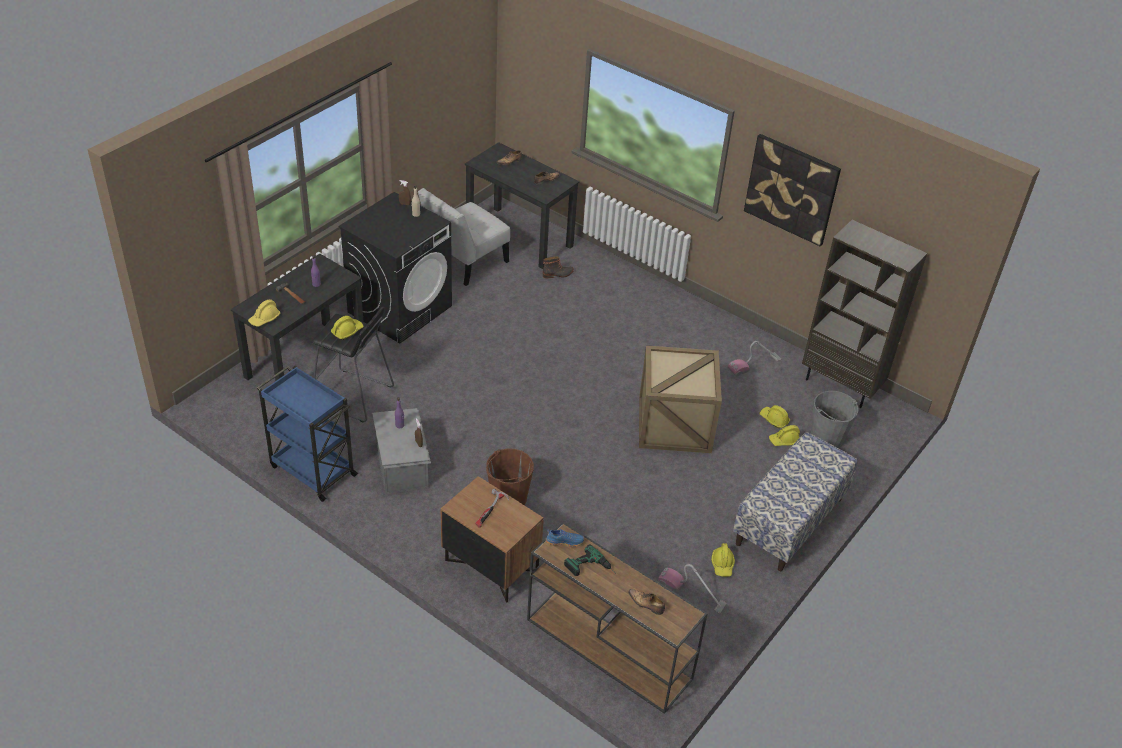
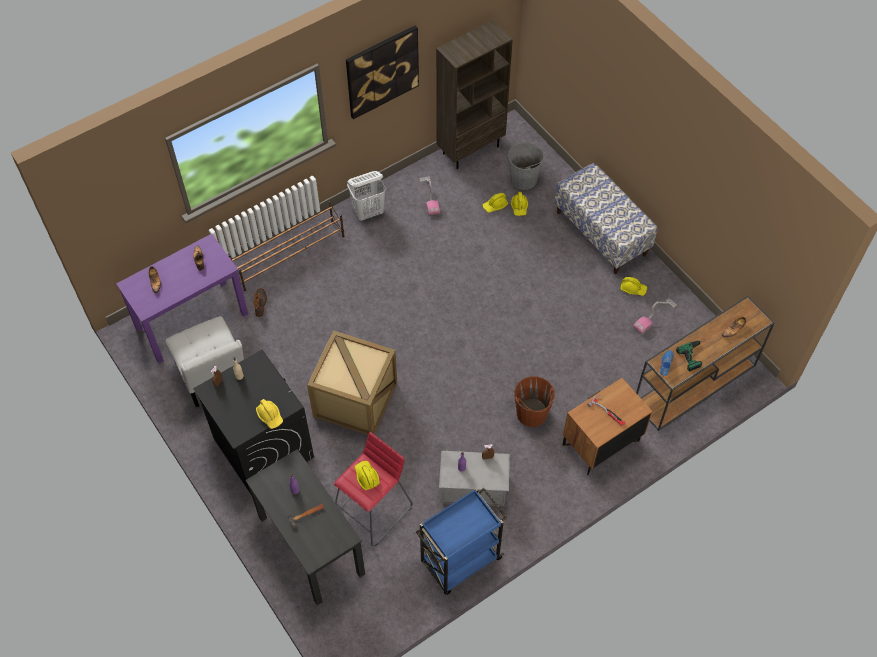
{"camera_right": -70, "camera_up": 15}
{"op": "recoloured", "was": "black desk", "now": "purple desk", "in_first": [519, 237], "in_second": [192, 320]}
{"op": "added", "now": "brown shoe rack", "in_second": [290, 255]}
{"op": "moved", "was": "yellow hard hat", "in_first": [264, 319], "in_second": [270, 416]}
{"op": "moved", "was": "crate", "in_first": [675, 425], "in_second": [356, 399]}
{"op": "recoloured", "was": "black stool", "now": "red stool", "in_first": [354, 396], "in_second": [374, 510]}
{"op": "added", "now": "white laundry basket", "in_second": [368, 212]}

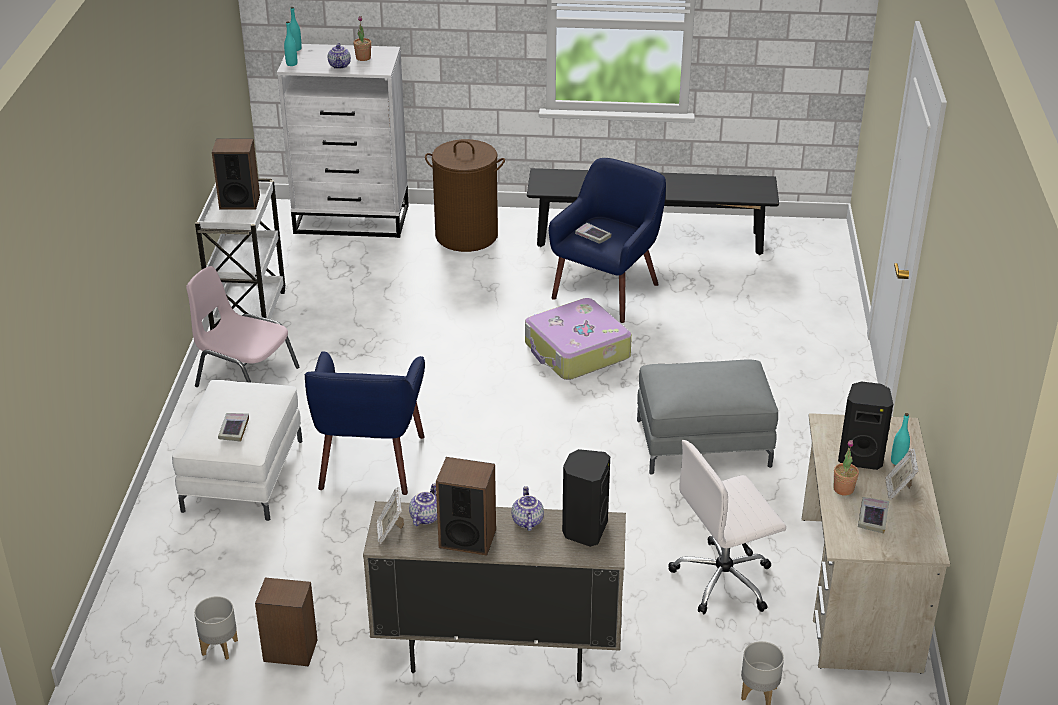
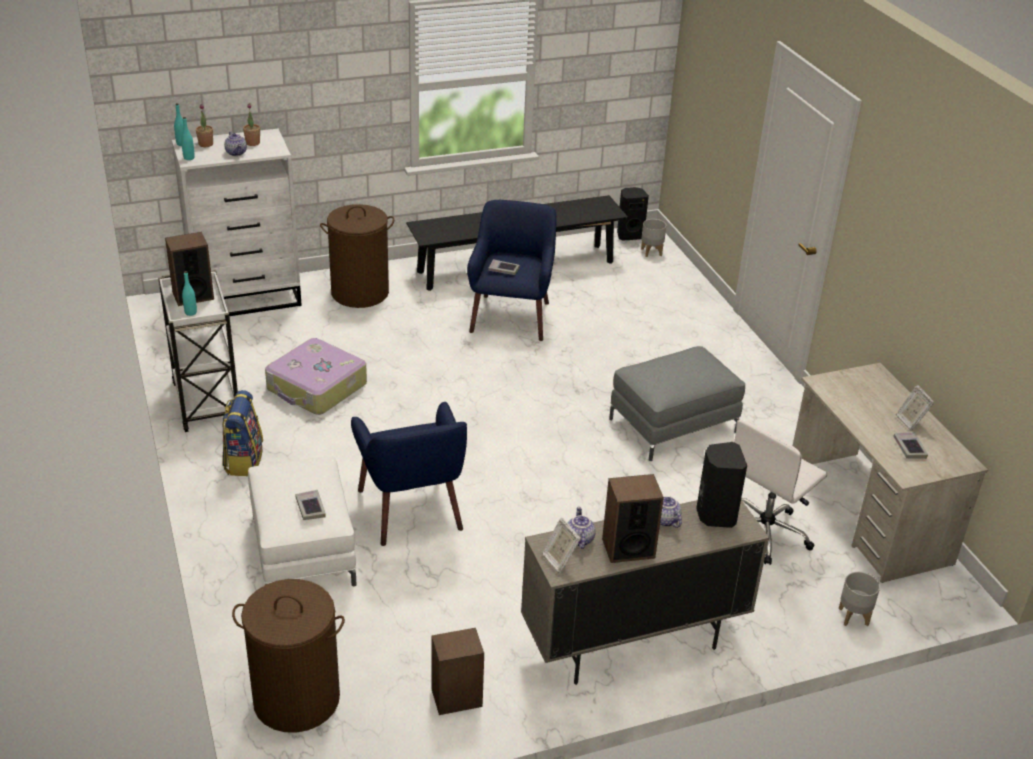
{"camera_right": -25, "camera_up": 0}
{"op": "moved", "was": "turquoise bottle", "in_first": [898, 461], "in_second": [190, 312]}
{"op": "moved", "was": "potted plant", "in_first": [843, 489], "in_second": [206, 144]}
{"op": "replaced", "was": "pink chair", "now": "backpack", "in_first": [245, 377], "in_second": [243, 460]}
{"op": "added", "now": "brown laundry basket", "in_second": [296, 700]}
{"op": "moved", "was": "suitcase", "in_first": [576, 351], "in_second": [316, 388]}
{"op": "moved", "was": "black speaker", "in_first": [860, 457], "in_second": [629, 235]}
{"op": "moved", "was": "grey planter", "in_first": [219, 647], "in_second": [651, 252]}

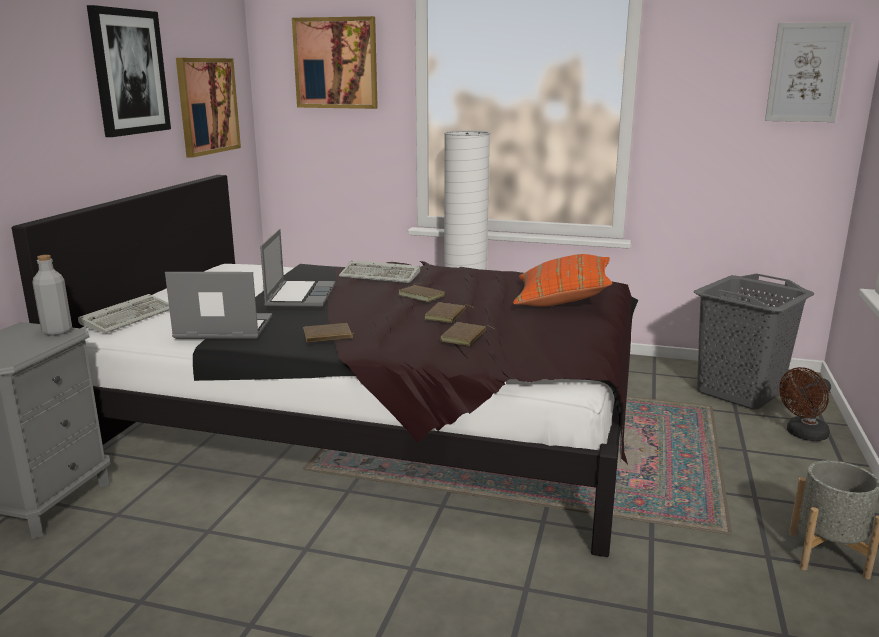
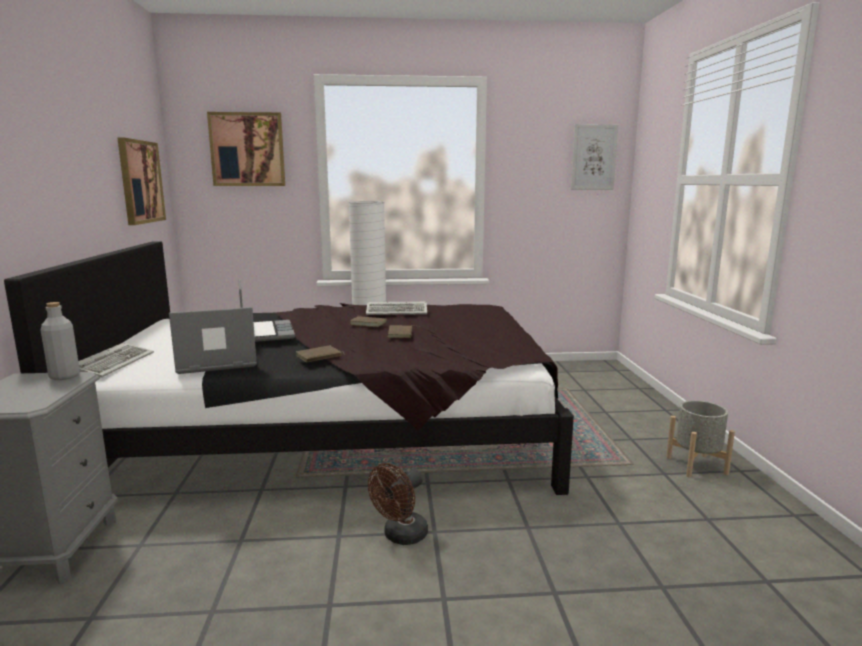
{"camera_right": -20, "camera_up": -5}
{"op": "moved", "was": "keyboard", "in_first": [382, 276], "in_second": [398, 311]}
{"op": "moved", "was": "brown fan", "in_first": [803, 435], "in_second": [401, 536]}
{"op": "removed", "was": "picture", "in_first": [129, 72]}
{"op": "removed", "was": "brown book", "in_first": [464, 337]}
{"op": "removed", "was": "orange pillow", "in_first": [562, 300]}
{"op": "removed", "was": "grey laundry basket", "in_first": [740, 392]}

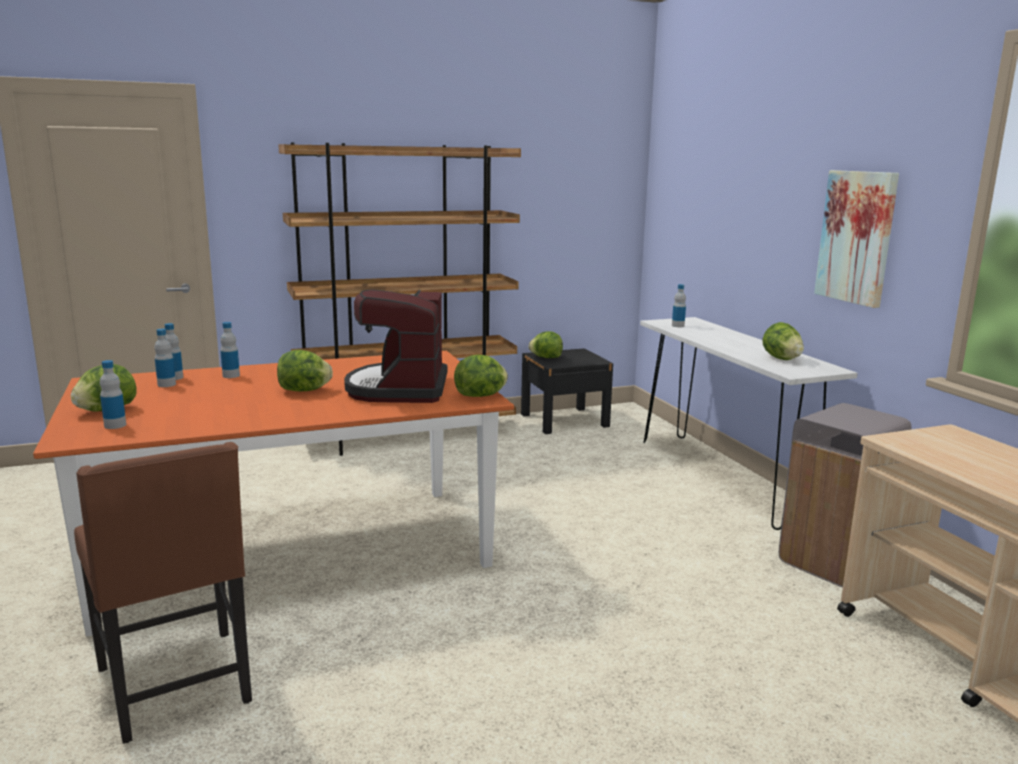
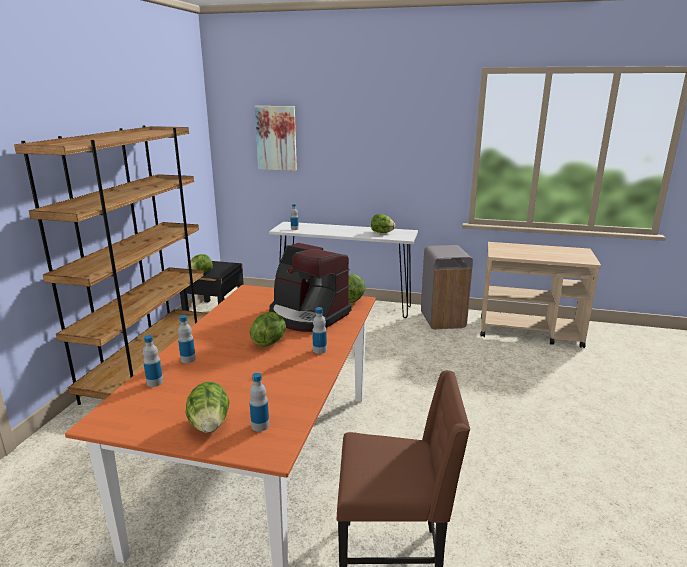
{"camera_right": -55, "camera_up": 5}
{"op": "moved", "was": "picture", "in_first": [856, 237], "in_second": [276, 138]}
{"op": "moved", "was": "bottle", "in_first": [166, 384], "in_second": [319, 350]}

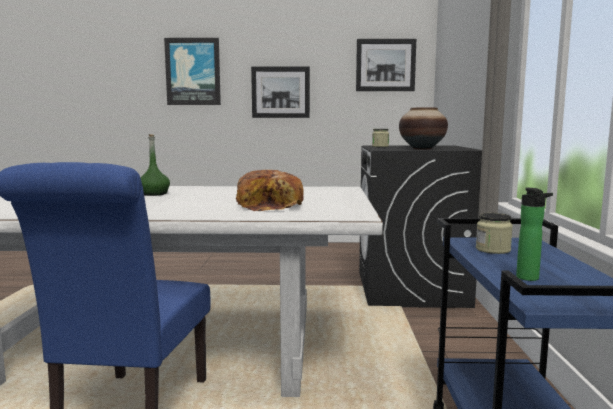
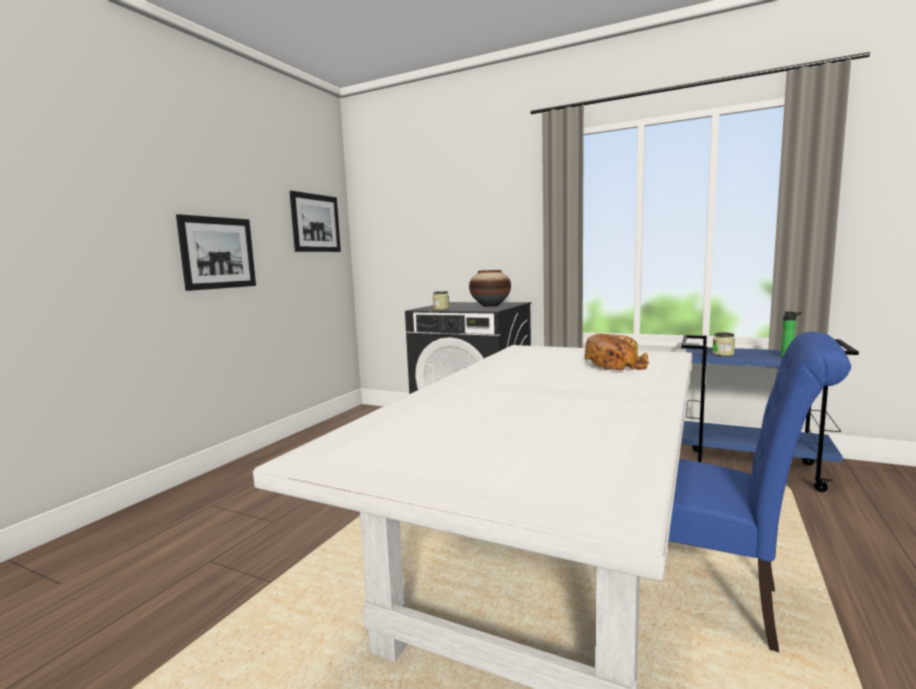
{"camera_right": -65, "camera_up": 0}
{"op": "removed", "was": "green bottle", "in_first": [154, 194]}
{"op": "removed", "was": "picture", "in_first": [193, 72]}

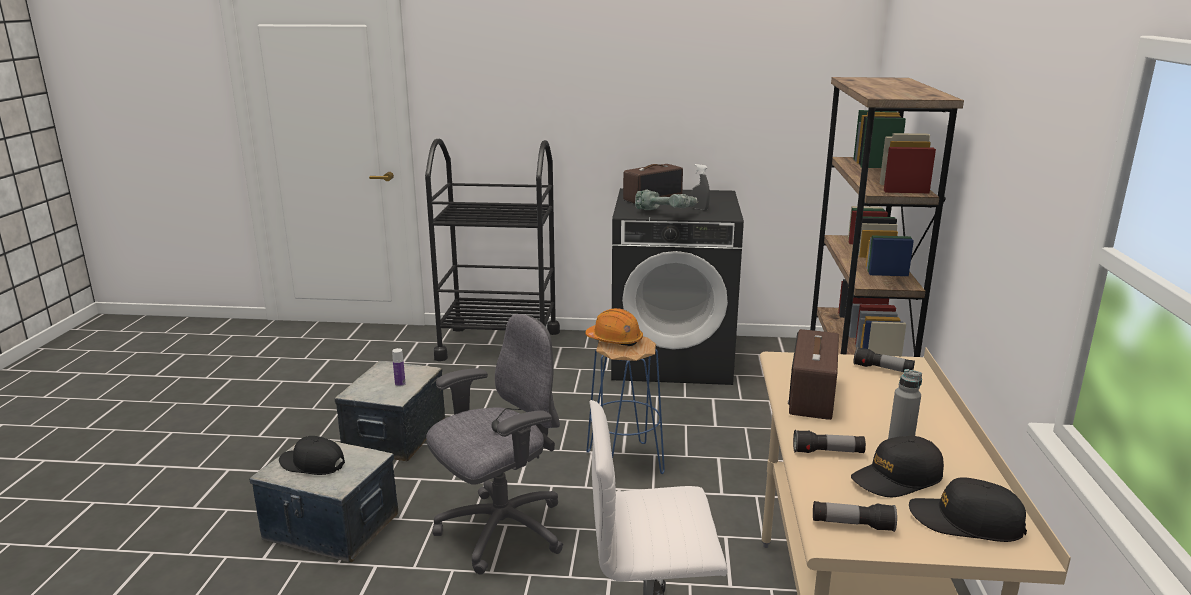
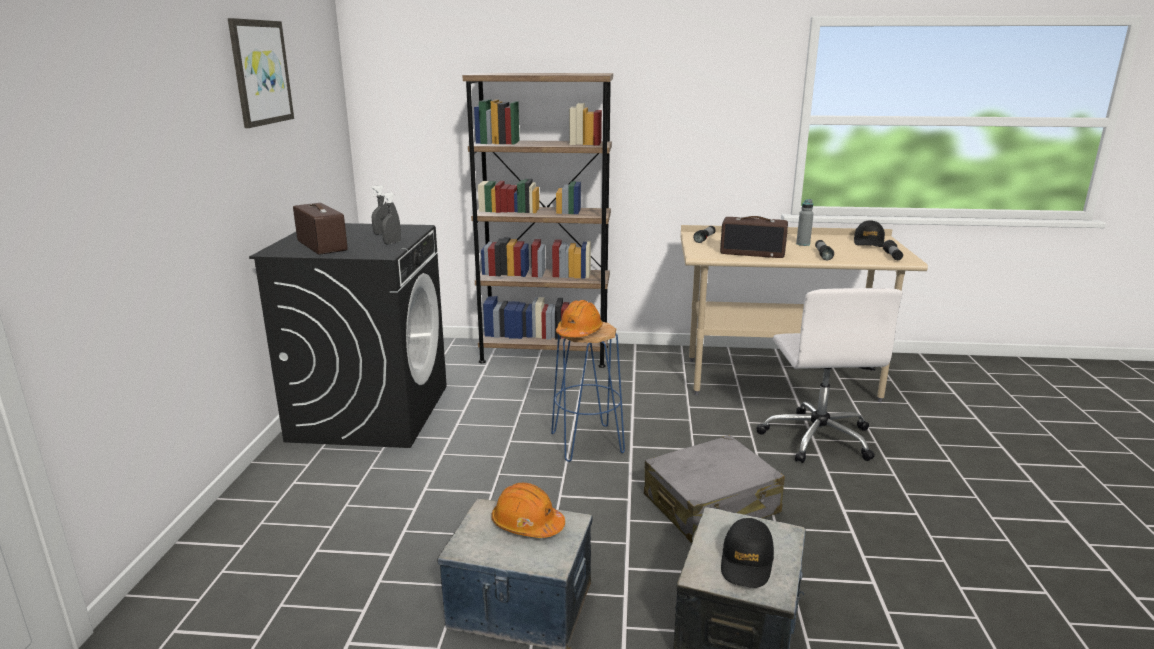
{"camera_right": -90, "camera_up": 0}
{"op": "added", "now": "picture", "in_second": [260, 72]}
{"op": "replaced", "was": "power drill", "now": "grey spray bottle", "in_first": [666, 213], "in_second": [392, 243]}
{"op": "replaced", "was": "bottle", "now": "orange hard hat", "in_first": [400, 384], "in_second": [527, 524]}
{"op": "replaced", "was": "grey office chair", "now": "grey suitcase", "in_first": [500, 531], "in_second": [711, 505]}
{"op": "removed", "was": "black cart", "in_first": [499, 345]}
{"op": "removed", "was": "black cap", "in_first": [897, 478]}

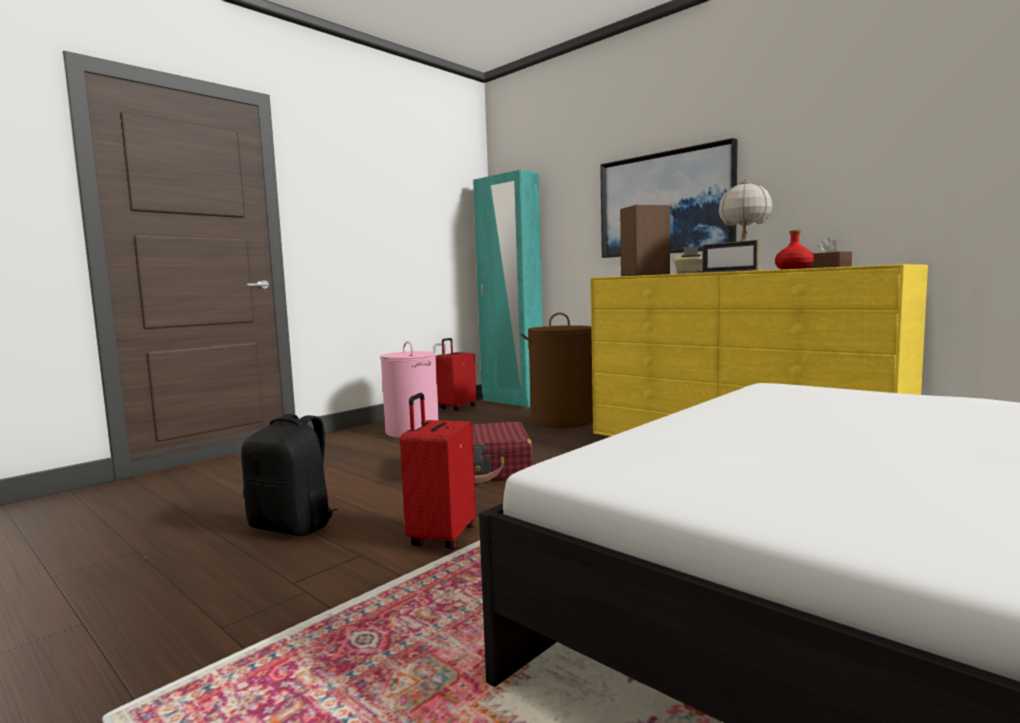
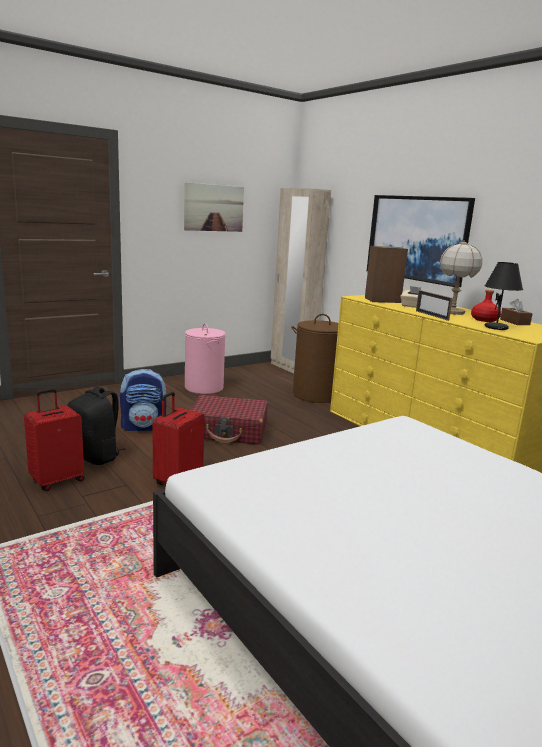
{"camera_right": 10, "camera_up": 10}
{"op": "moved", "was": "red suitcase", "in_first": [457, 408], "in_second": [57, 480]}
{"op": "added", "now": "backpack", "in_second": [144, 427]}
{"op": "added", "now": "picture", "in_second": [214, 208]}
{"op": "recoloured", "was": "turquoise wardrobe", "now": "beige wardrobe", "in_first": [512, 402], "in_second": [292, 368]}
{"op": "added", "now": "black table lamp", "in_second": [496, 327]}

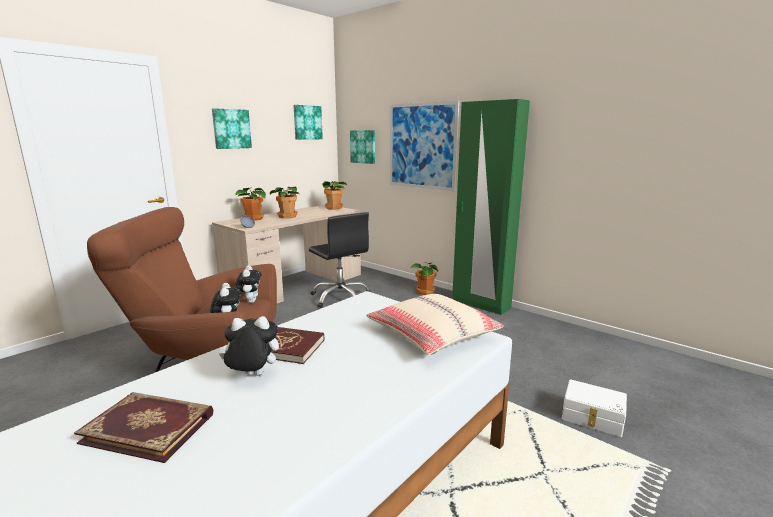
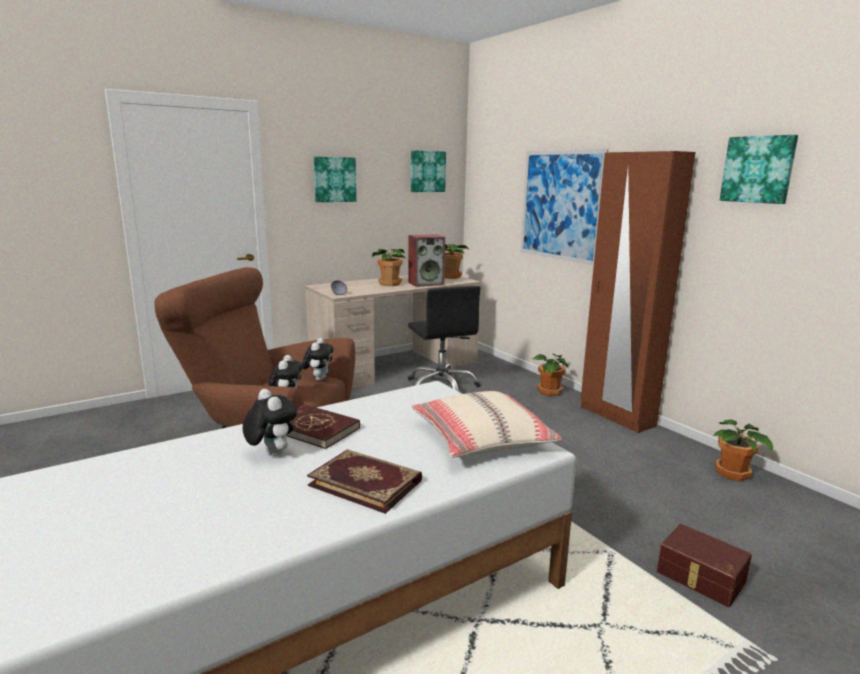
{"camera_right": 15, "camera_up": 0}
{"op": "turned", "was": "plush toy", "in_first": [252, 376], "in_second": [271, 453], "clockwise": 45}
{"op": "moved", "was": "book", "in_first": [150, 427], "in_second": [366, 482]}
{"op": "added", "now": "speaker", "in_second": [426, 283]}
{"op": "recoloured", "was": "green wardrobe", "now": "brown wardrobe", "in_first": [480, 304], "in_second": [616, 416]}
{"op": "recoloured", "was": "white storage box", "now": "brown storage box", "in_first": [592, 418], "in_second": [700, 577]}
{"op": "moved", "was": "potted plant", "in_first": [253, 219], "in_second": [733, 474]}
{"op": "moved", "was": "picture", "in_first": [363, 146], "in_second": [758, 169]}

